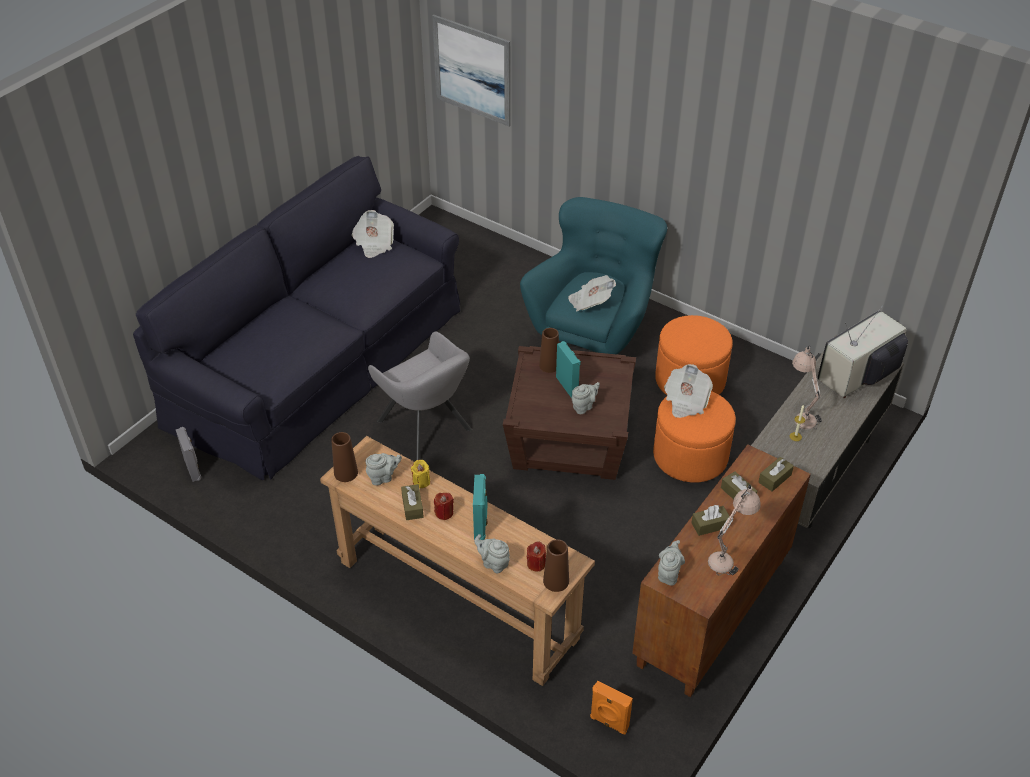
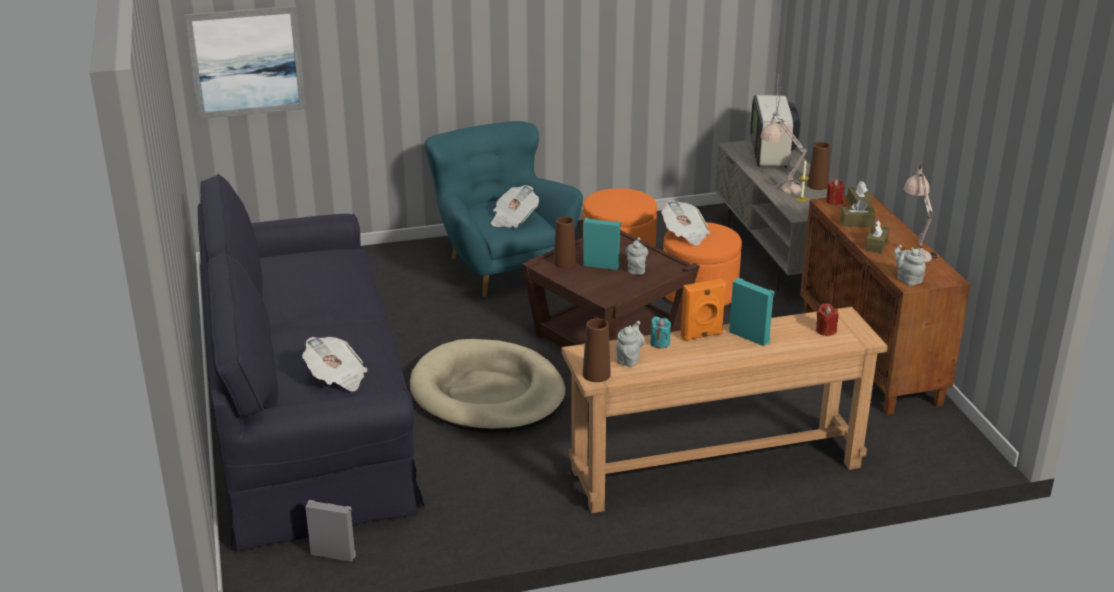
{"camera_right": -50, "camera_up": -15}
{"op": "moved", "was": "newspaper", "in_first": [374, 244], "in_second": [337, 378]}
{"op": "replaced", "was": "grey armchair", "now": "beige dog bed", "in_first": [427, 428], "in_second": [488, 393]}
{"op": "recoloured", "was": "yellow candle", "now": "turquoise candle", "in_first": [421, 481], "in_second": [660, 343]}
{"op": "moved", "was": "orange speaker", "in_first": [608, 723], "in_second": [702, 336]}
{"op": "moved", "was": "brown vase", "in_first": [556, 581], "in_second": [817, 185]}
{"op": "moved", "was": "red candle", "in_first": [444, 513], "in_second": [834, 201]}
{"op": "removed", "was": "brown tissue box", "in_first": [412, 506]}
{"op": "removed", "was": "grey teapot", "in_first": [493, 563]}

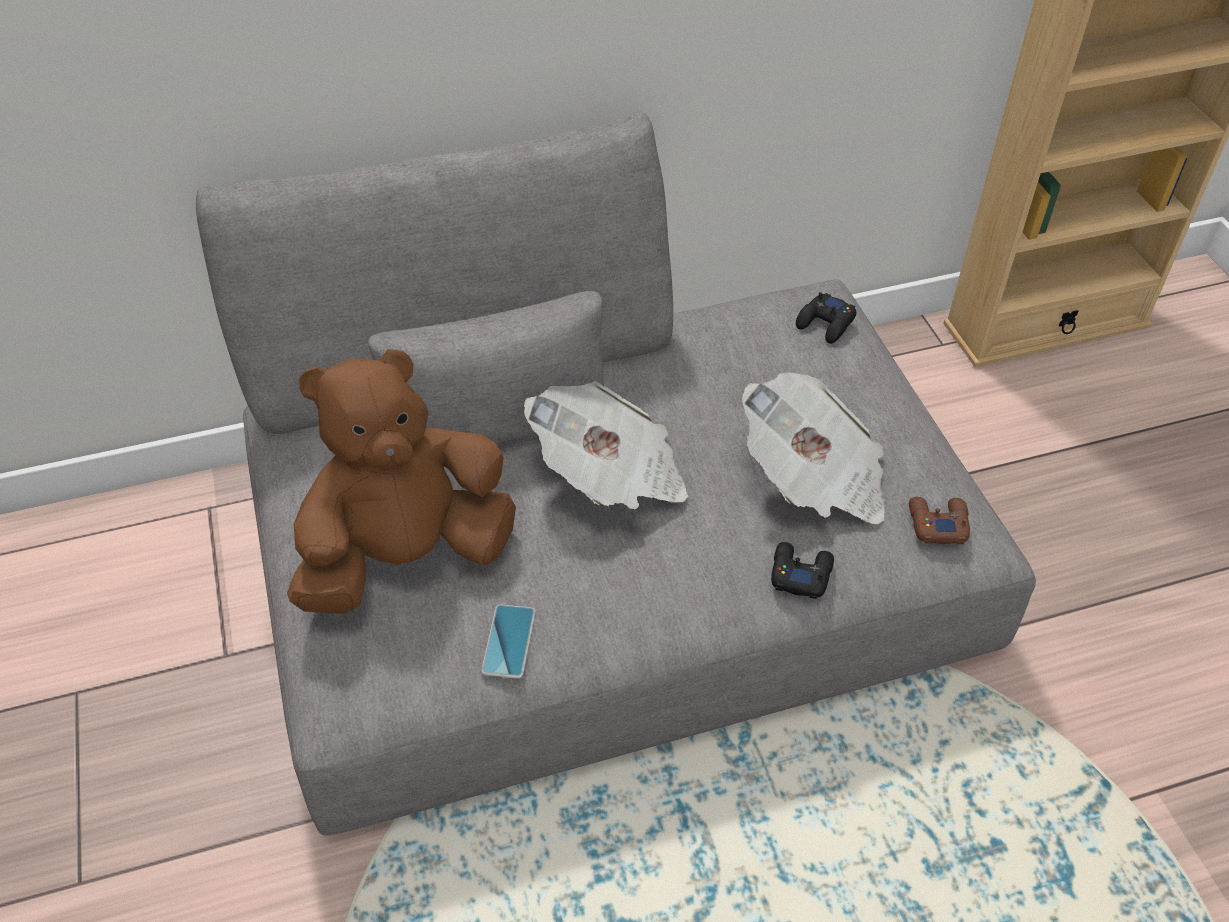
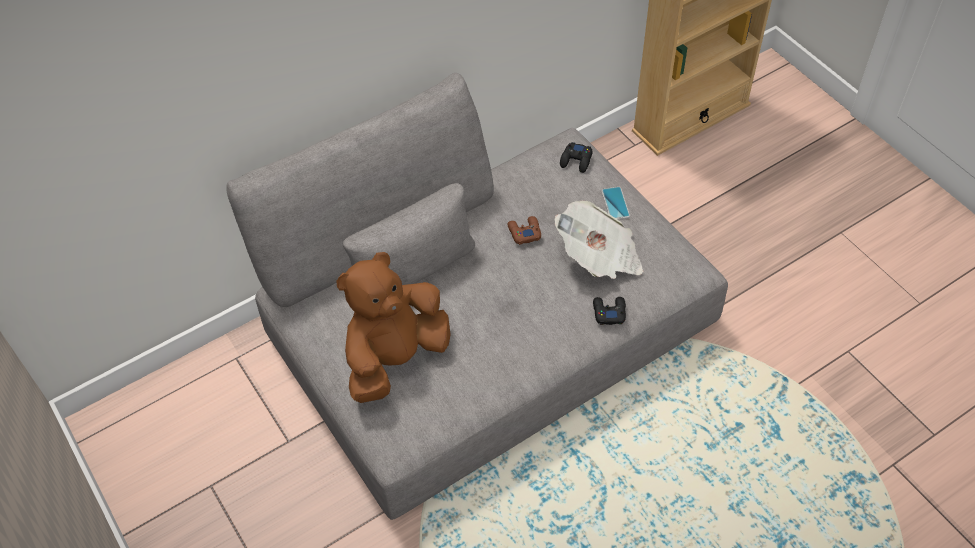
{"camera_right": -15, "camera_up": 5}
{"op": "moved", "was": "brown game controller", "in_first": [937, 523], "in_second": [524, 232]}
{"op": "moved", "was": "phone", "in_first": [509, 642], "in_second": [615, 203]}
{"op": "removed", "was": "newspaper", "in_first": [610, 474]}

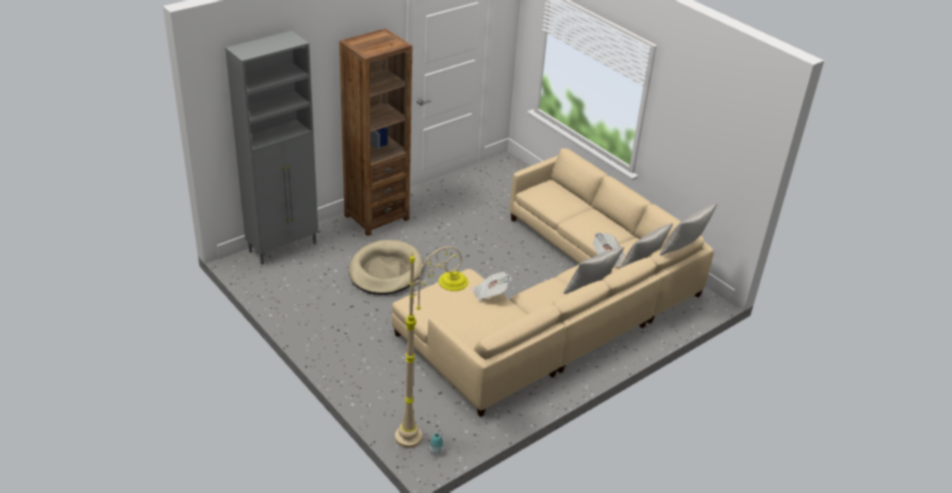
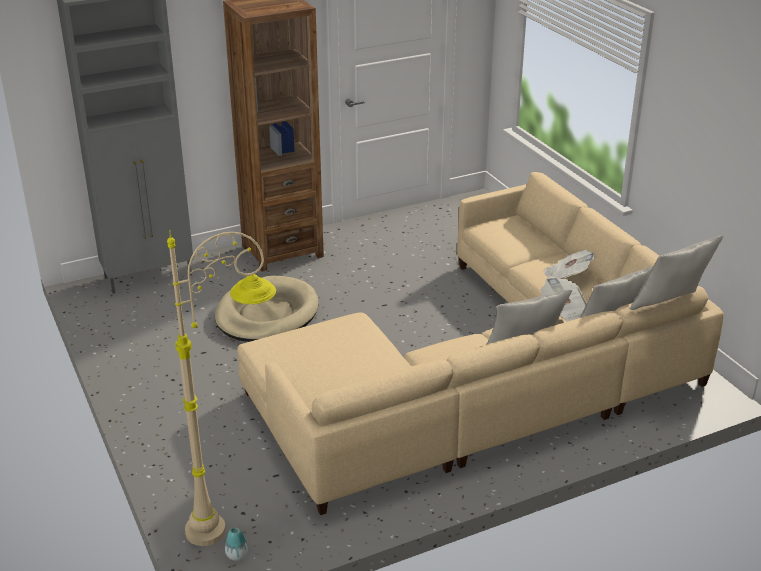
{"camera_right": 15, "camera_up": -5}
{"op": "moved", "was": "newspaper", "in_first": [490, 293], "in_second": [566, 277]}

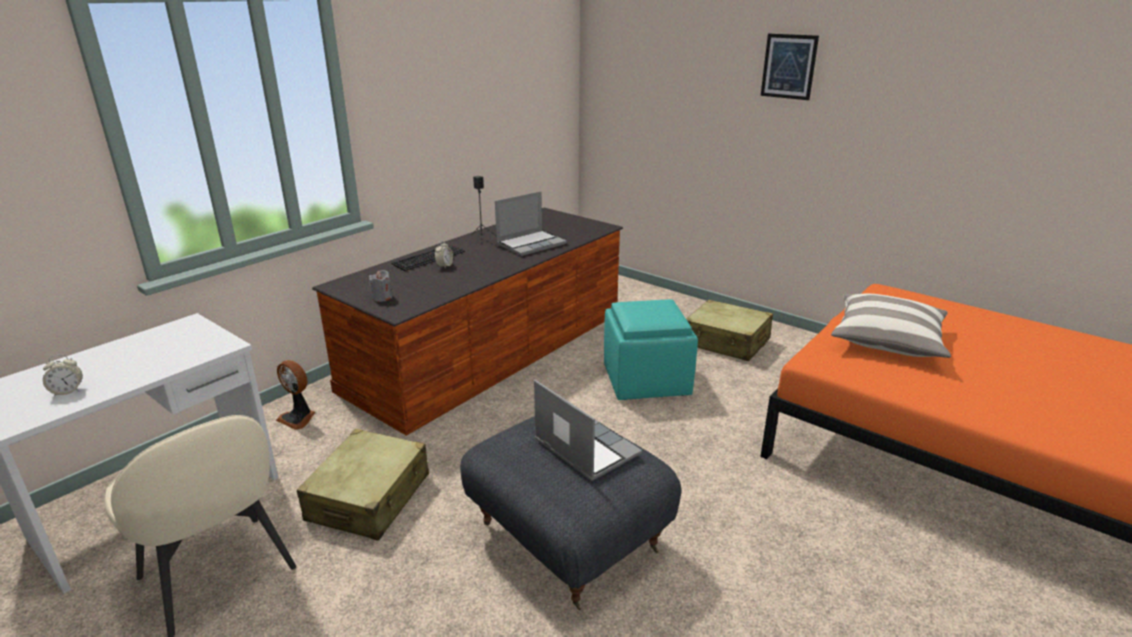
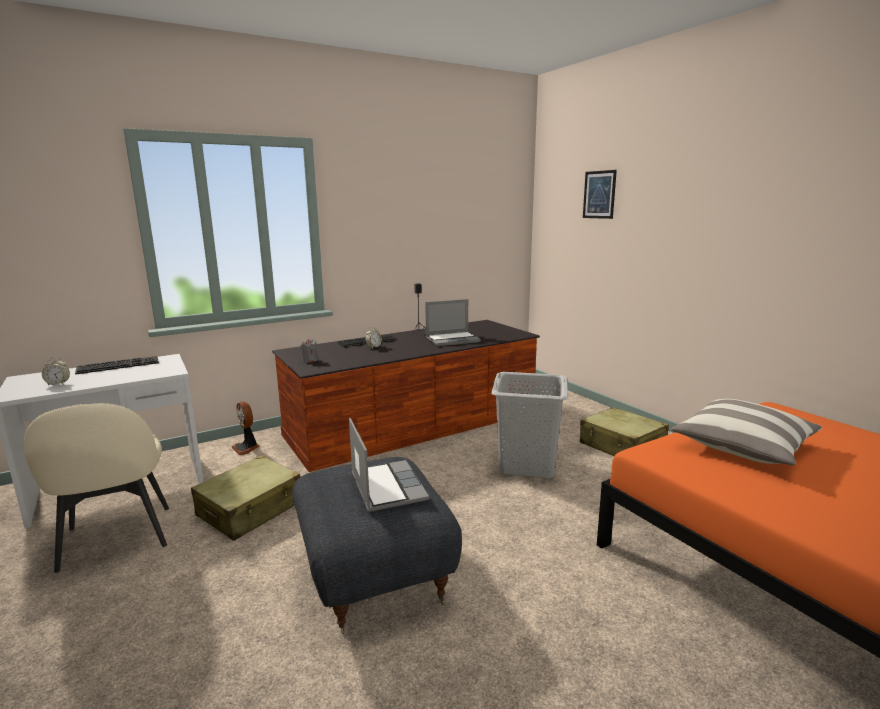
{"camera_right": 20, "camera_up": -10}
{"op": "added", "now": "keyboard", "in_second": [119, 365]}
{"op": "replaced", "was": "turquoise ottoman", "now": "grey laundry basket", "in_first": [647, 381], "in_second": [527, 465]}
{"op": "moved", "was": "picture", "in_first": [788, 66], "in_second": [599, 194]}

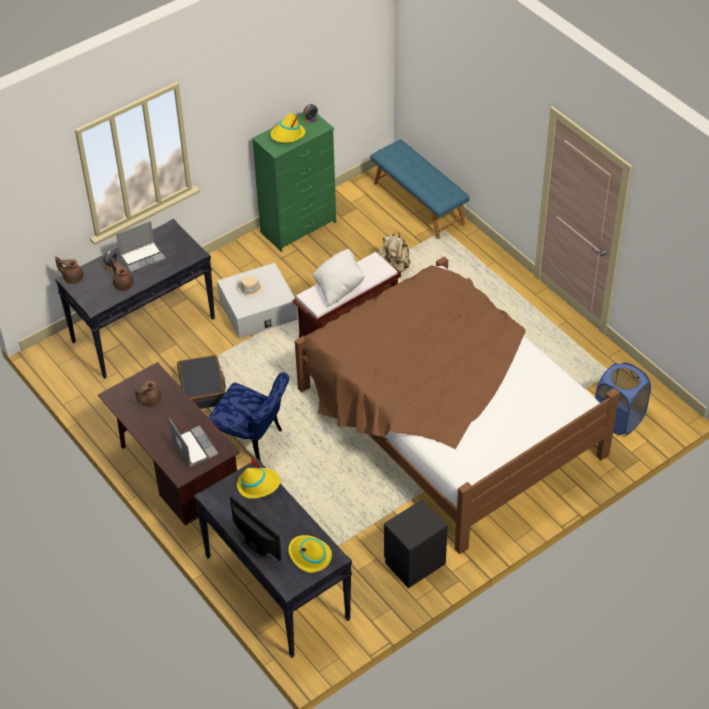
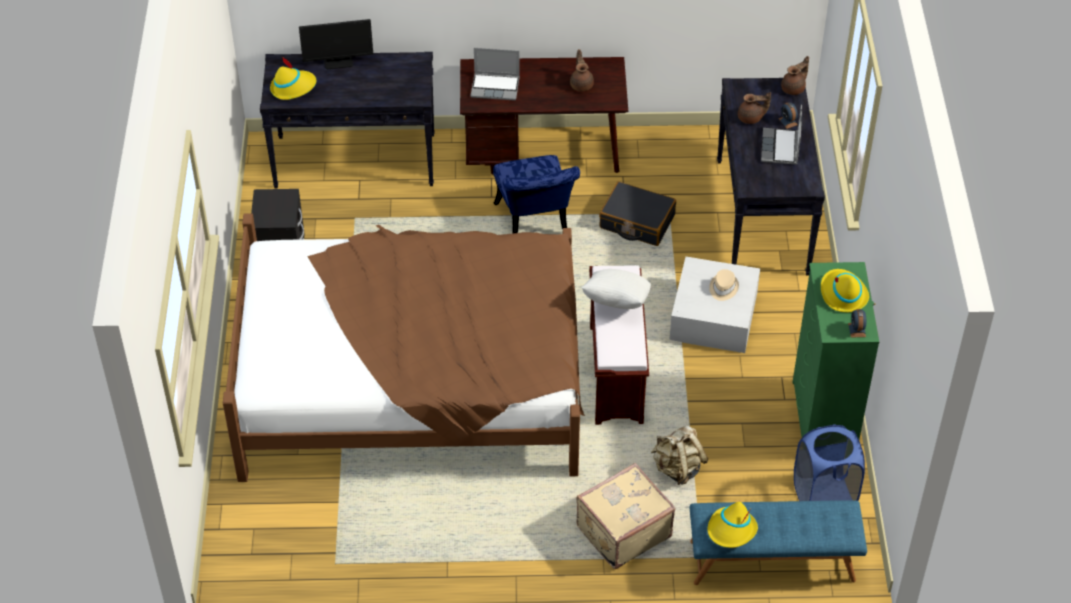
{"camera_right": 125, "camera_up": 0}
{"op": "turned", "was": "blue chair", "in_first": [253, 441], "in_second": [534, 225], "clockwise": -75}
{"op": "added", "now": "beige suitcase", "in_second": [622, 531]}
{"op": "moved", "was": "yellow hat", "in_first": [258, 485], "in_second": [731, 530]}
{"op": "moved", "was": "blue laundry basket", "in_first": [618, 419], "in_second": [823, 496]}

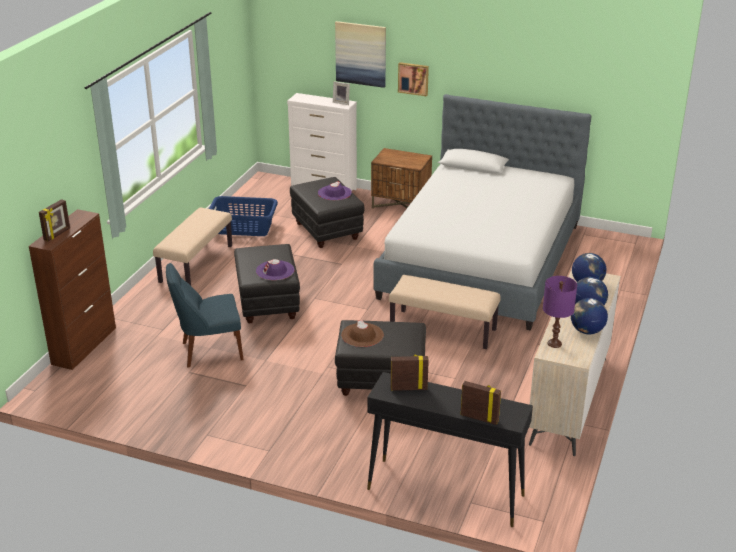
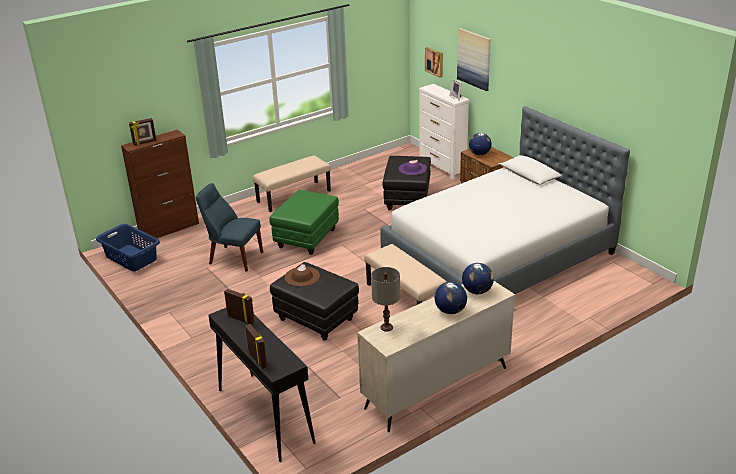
{"camera_right": 35, "camera_up": 0}
{"op": "moved", "was": "blue laundry basket", "in_first": [243, 227], "in_second": [131, 258]}
{"op": "recoloured", "was": "black ottoman", "now": "green ottoman", "in_first": [267, 304], "in_second": [306, 238]}
{"op": "recoloured", "was": "purple table lamp", "now": "grey table lamp", "in_first": [554, 343], "in_second": [387, 327]}
{"op": "moved", "was": "picture", "in_first": [413, 78], "in_second": [434, 62]}
{"op": "moved", "was": "globe", "in_first": [586, 331], "in_second": [479, 154]}
{"op": "removed", "was": "purple hat", "in_first": [275, 270]}

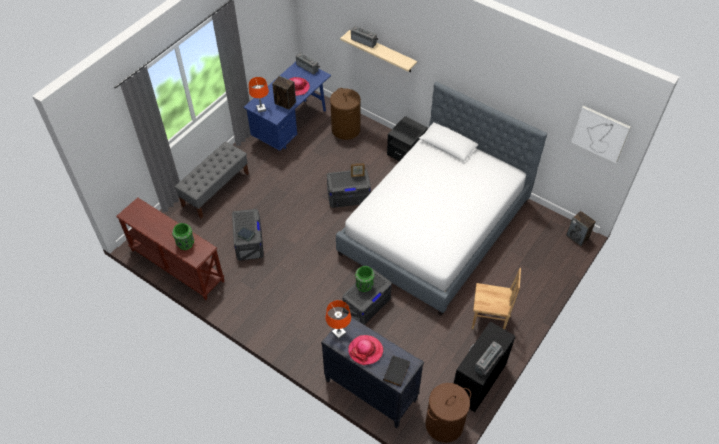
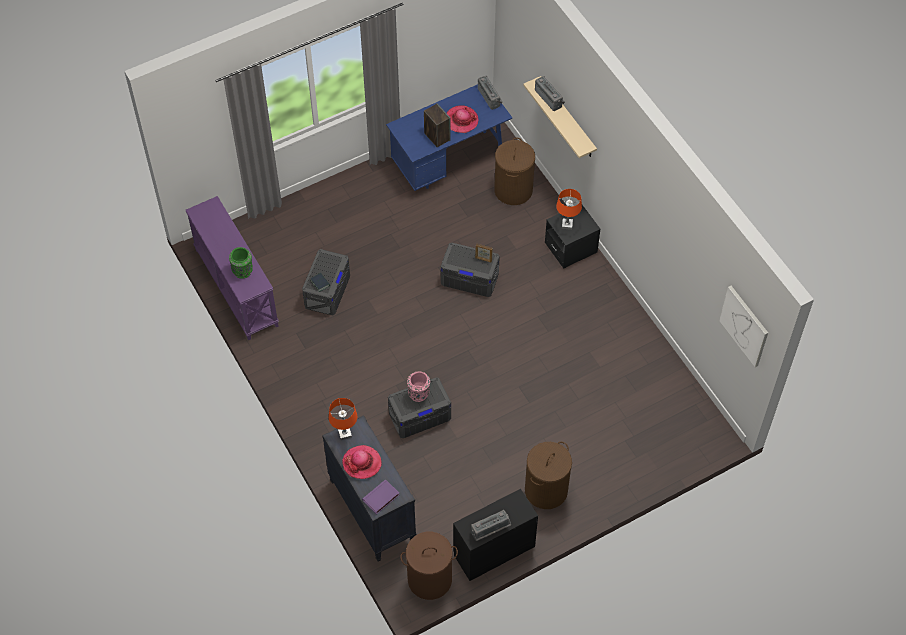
{"camera_right": 25, "camera_up": 5}
{"op": "recoloured", "was": "brown console table", "now": "purple console table", "in_first": [176, 265], "in_second": [235, 287]}
{"op": "recoloured", "was": "black book", "now": "purple book", "in_first": [397, 372], "in_second": [381, 498]}
{"op": "recoloured", "was": "green vase", "now": "pink vase", "in_first": [364, 285], "in_second": [419, 393]}
{"op": "replaced", "was": "brown chair", "now": "brown laundry basket", "in_first": [488, 320], "in_second": [546, 490]}
{"op": "moved", "was": "orange table lamp", "in_first": [261, 109], "in_second": [567, 225]}
{"op": "removed", "was": "grey bench", "in_first": [215, 189]}
{"op": "removed", "was": "bed", "in_first": [435, 227]}
{"op": "removed", "was": "speaker", "in_first": [577, 237]}

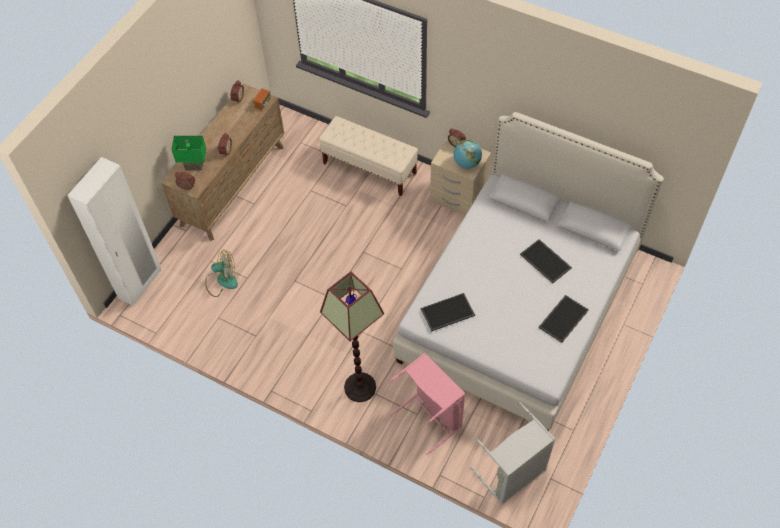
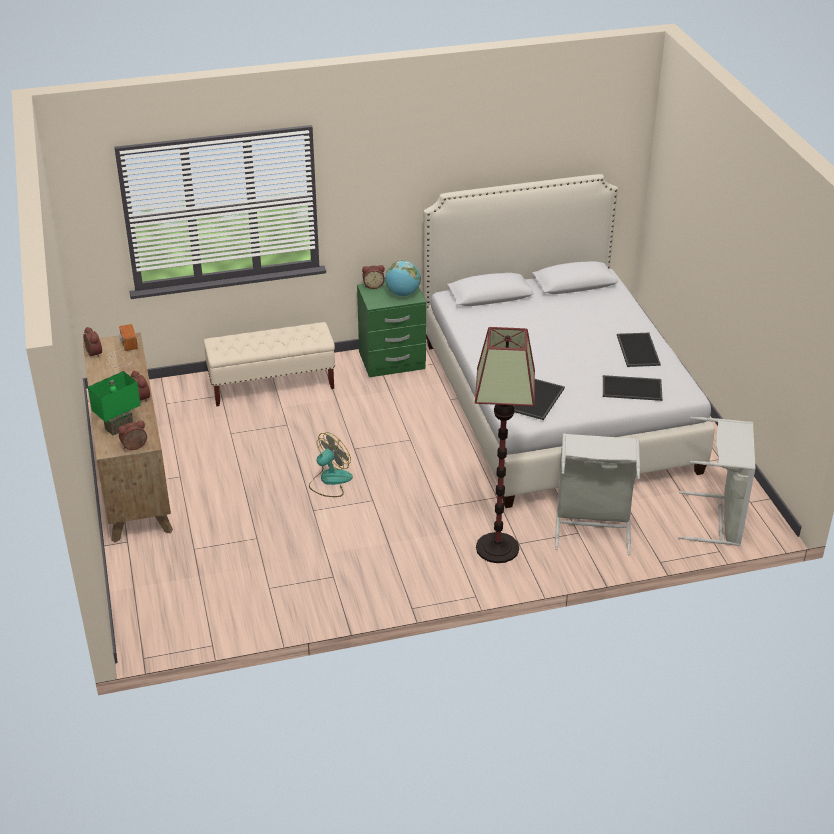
{"camera_right": -45, "camera_up": -20}
{"op": "moved", "was": "fan", "in_first": [222, 281], "in_second": [330, 481]}
{"op": "recoloured", "was": "beige nightstand", "now": "green nightstand", "in_first": [458, 198], "in_second": [392, 361]}
{"op": "recoloured", "was": "pink laundry basket", "now": "grey laundry basket", "in_first": [431, 416], "in_second": [592, 526]}
{"op": "moved", "was": "tray", "in_first": [546, 261], "in_second": [632, 388]}
{"op": "removed", "was": "white wardrobe", "in_first": [140, 284]}

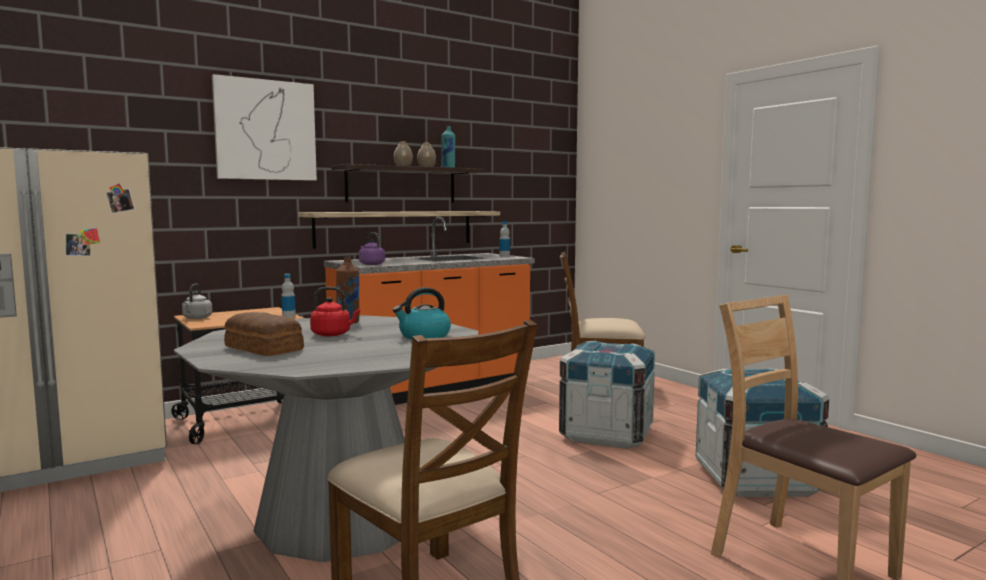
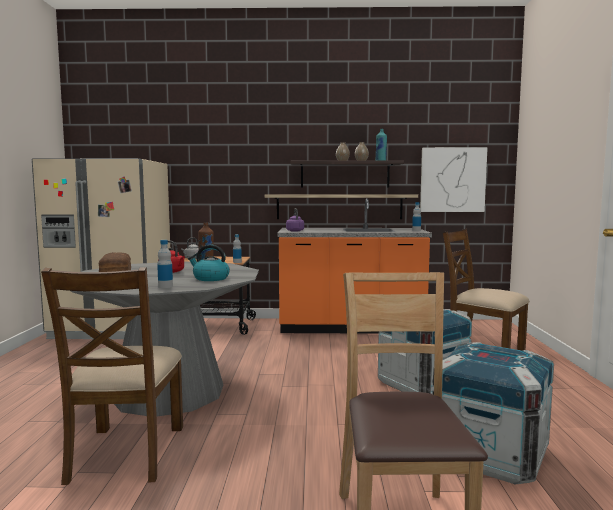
{"camera_right": 35, "camera_up": 0}
{"op": "added", "now": "bottle", "in_second": [165, 286]}
{"op": "moved", "was": "picture", "in_first": [265, 130], "in_second": [452, 180]}

